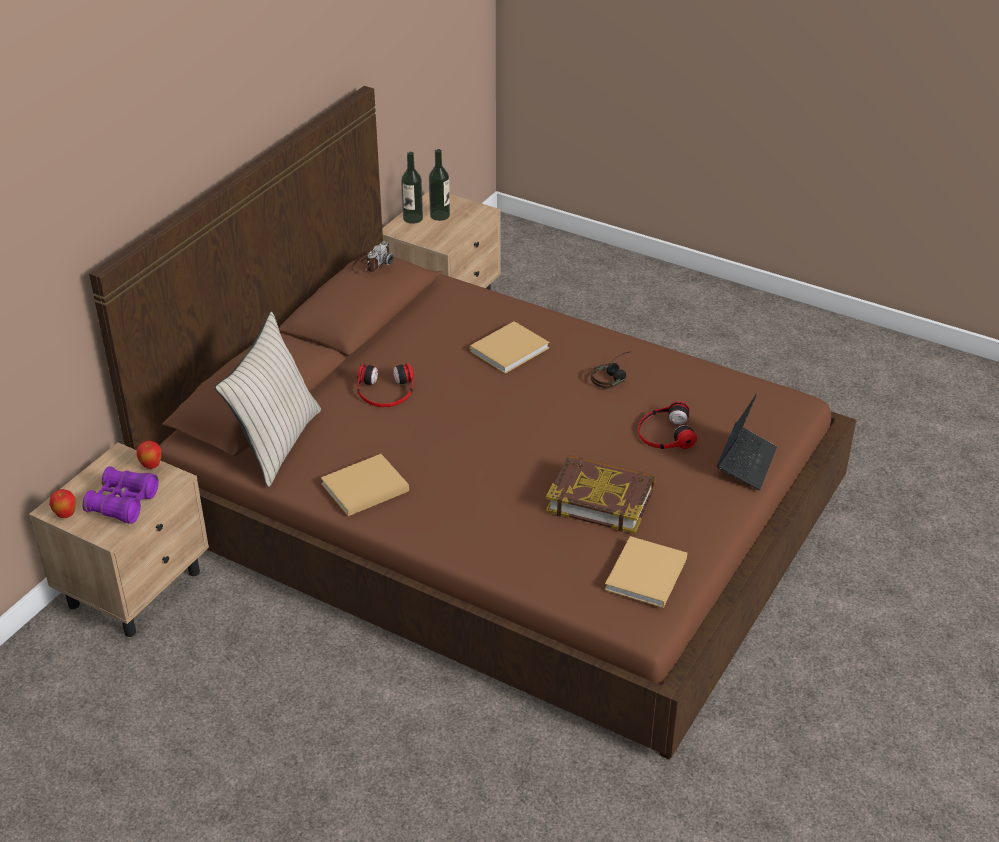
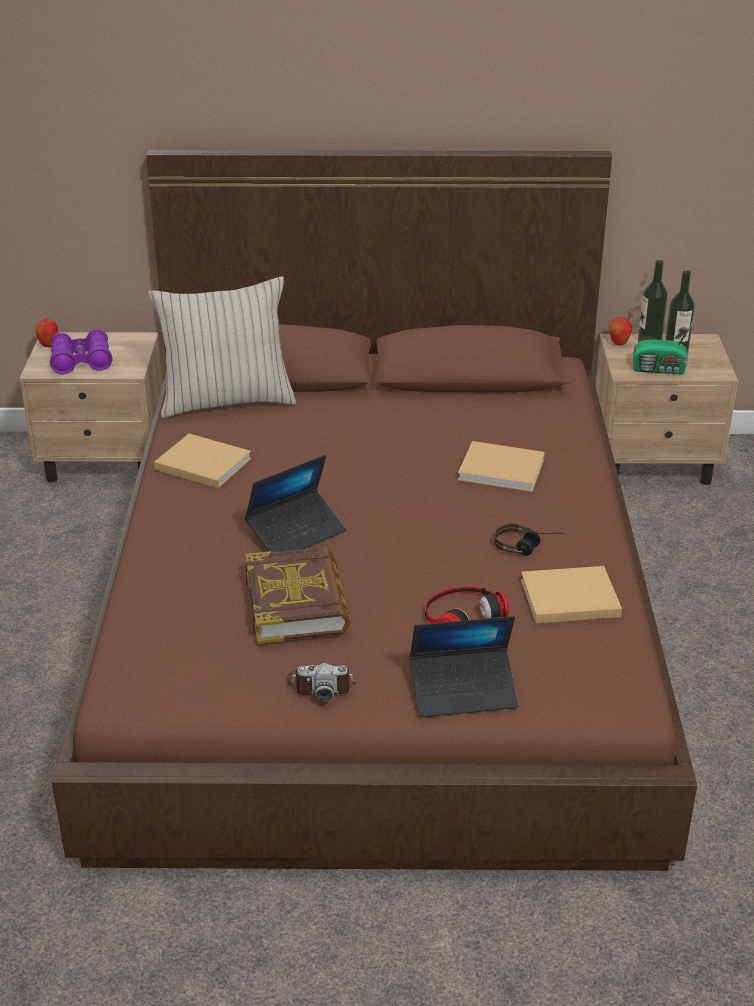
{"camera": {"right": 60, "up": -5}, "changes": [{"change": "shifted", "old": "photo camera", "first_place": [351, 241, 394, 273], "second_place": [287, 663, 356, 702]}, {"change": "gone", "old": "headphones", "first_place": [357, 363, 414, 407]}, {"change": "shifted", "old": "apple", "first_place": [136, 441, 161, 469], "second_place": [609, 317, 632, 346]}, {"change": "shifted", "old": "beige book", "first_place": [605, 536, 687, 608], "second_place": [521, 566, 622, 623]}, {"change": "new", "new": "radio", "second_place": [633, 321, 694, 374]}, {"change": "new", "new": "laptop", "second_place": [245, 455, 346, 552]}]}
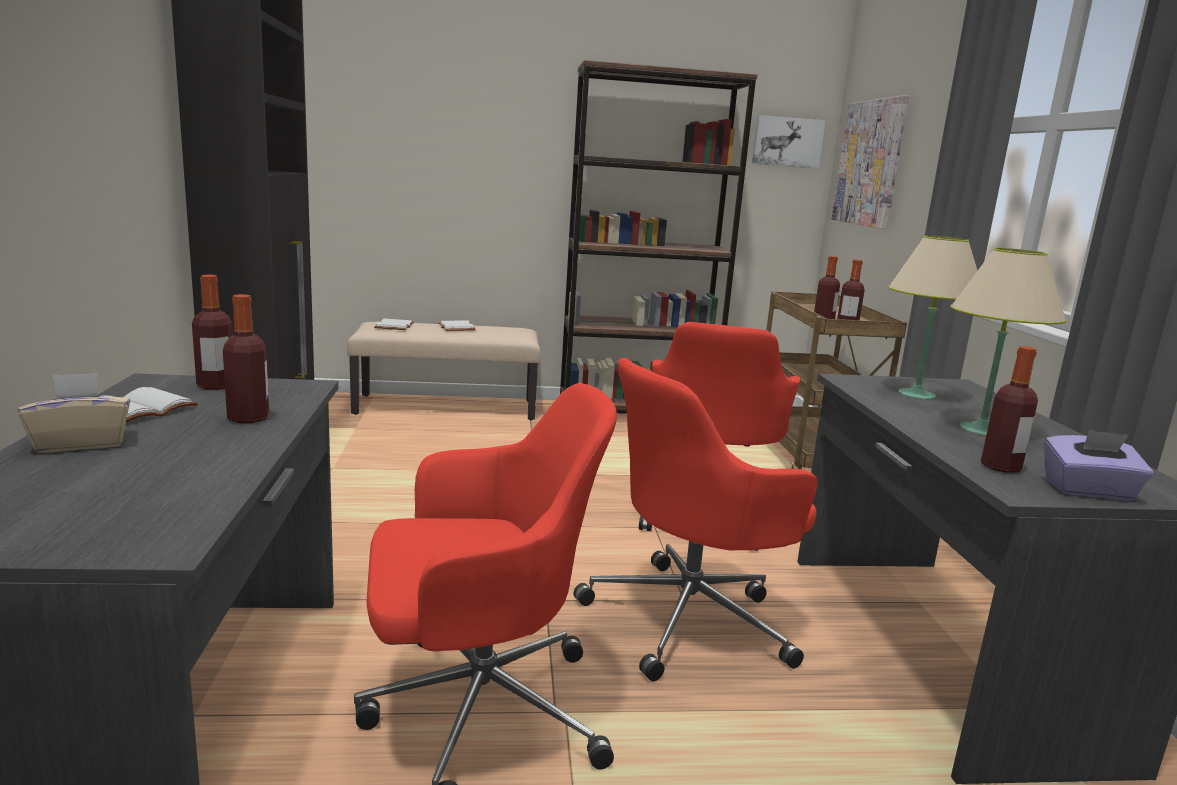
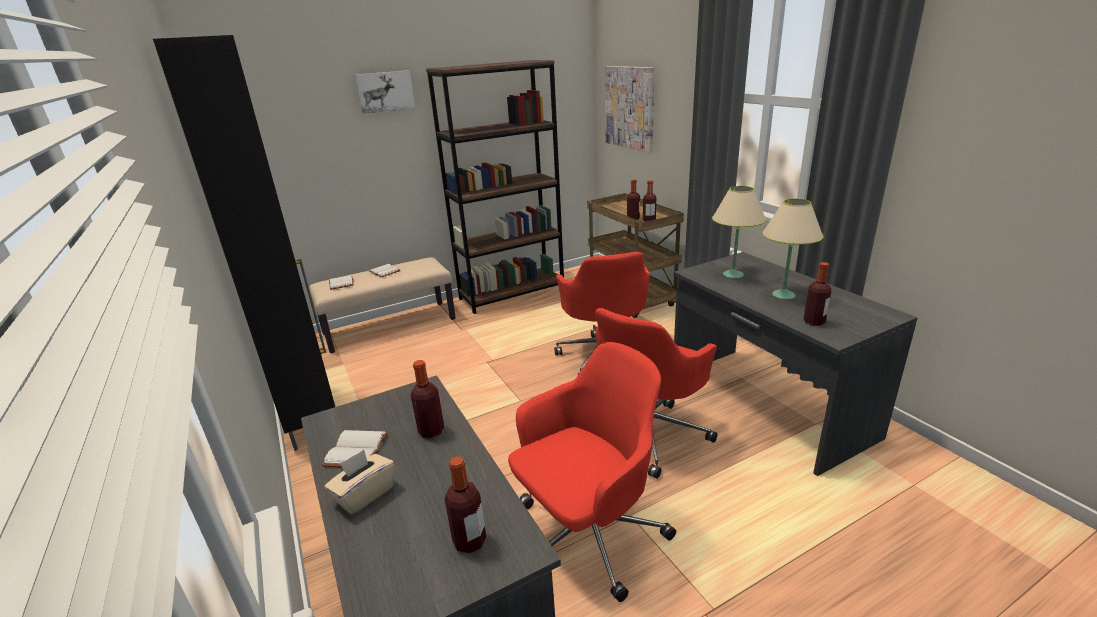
{"camera": {"right": -20, "up": 10}, "changes": [{"change": "shifted", "old": "picture", "first_place": [752, 115, 826, 168], "second_place": [355, 70, 415, 114]}, {"change": "shifted", "old": "bottle", "first_place": [192, 275, 233, 390], "second_place": [445, 456, 486, 554]}, {"change": "gone", "old": "purple tissue box", "first_place": [1044, 430, 1154, 500]}]}
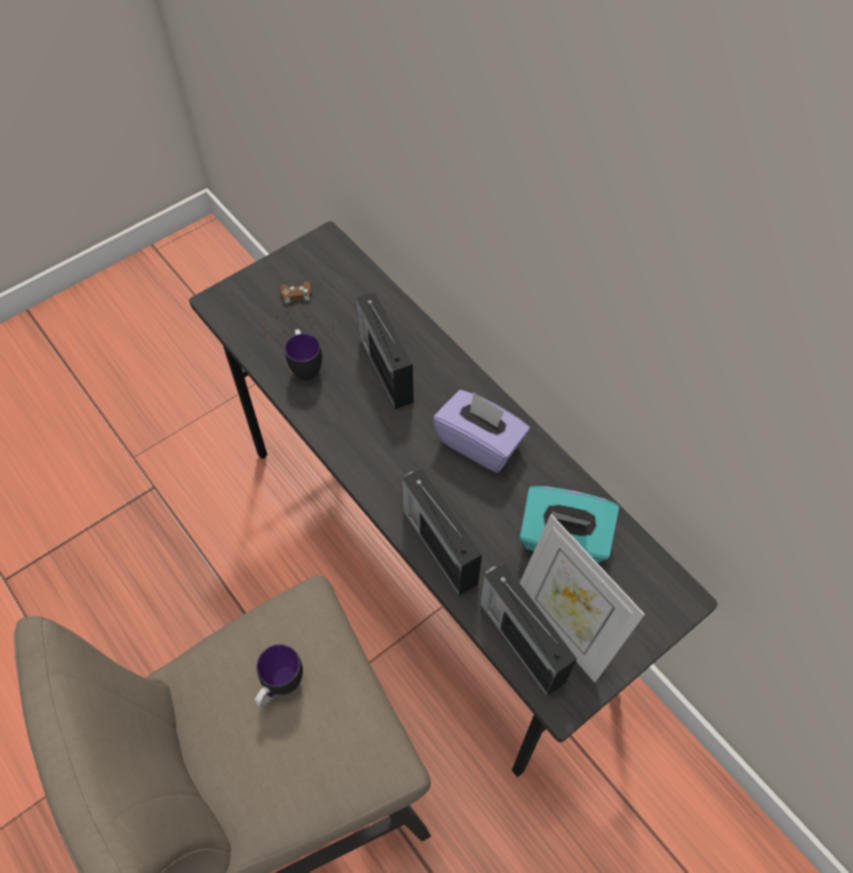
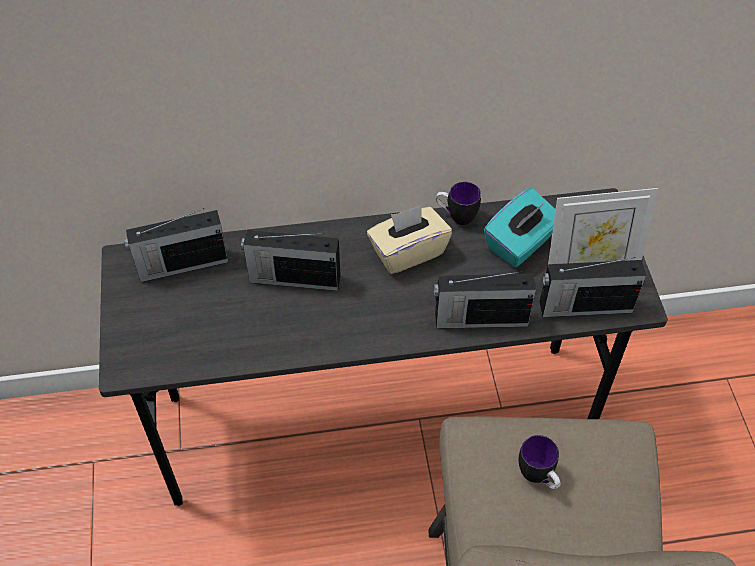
{"camera": {"right": -60, "up": -5}, "changes": [{"change": "gone", "old": "brown game controller", "first_place": [265, 281, 337, 337]}, {"change": "shifted", "old": "mug", "first_place": [285, 329, 322, 381], "second_place": [436, 182, 481, 225]}, {"change": "repainted", "old": "purple tissue box", "new": "beige tissue box", "first_place": [433, 390, 530, 473], "second_place": [367, 205, 452, 274]}, {"change": "new", "new": "radio", "second_place": [124, 208, 228, 282]}]}
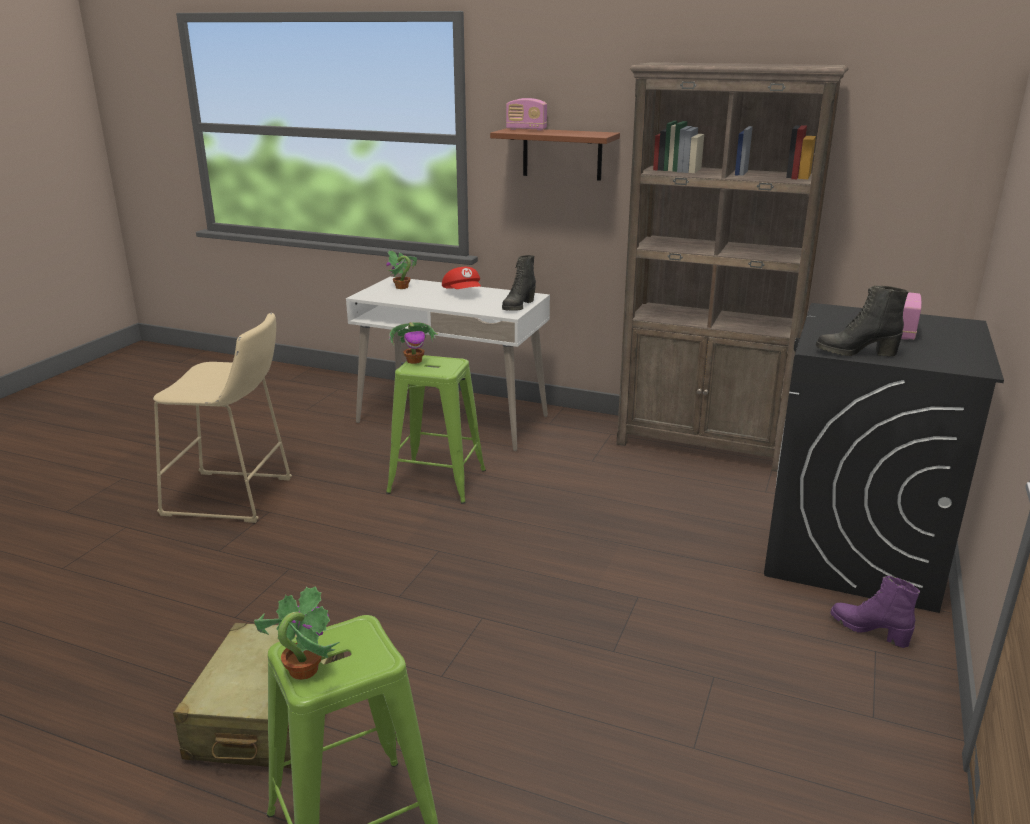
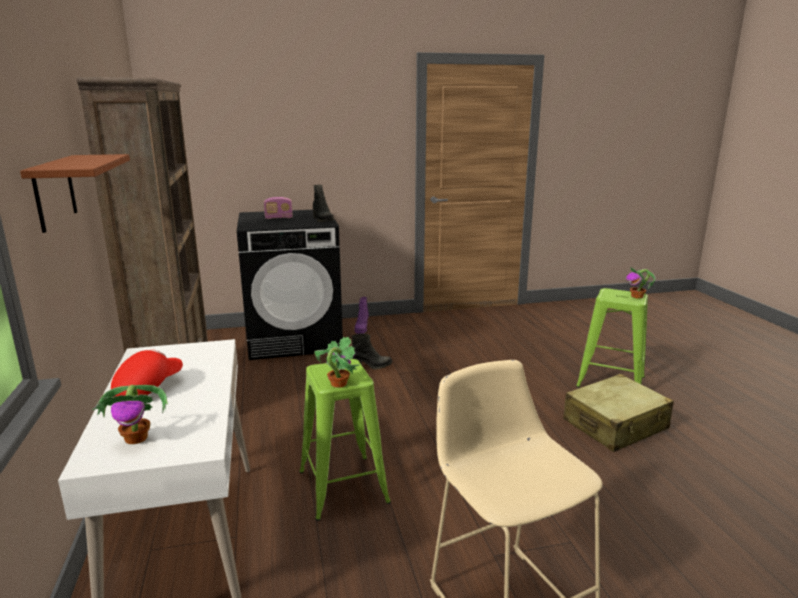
{"camera": {"right": -125, "up": -5}, "changes": [{"change": "gone", "old": "radio", "first_place": [506, 98, 547, 131]}, {"change": "shifted", "old": "black boot", "first_place": [502, 255, 536, 311], "second_place": [351, 333, 392, 370]}]}
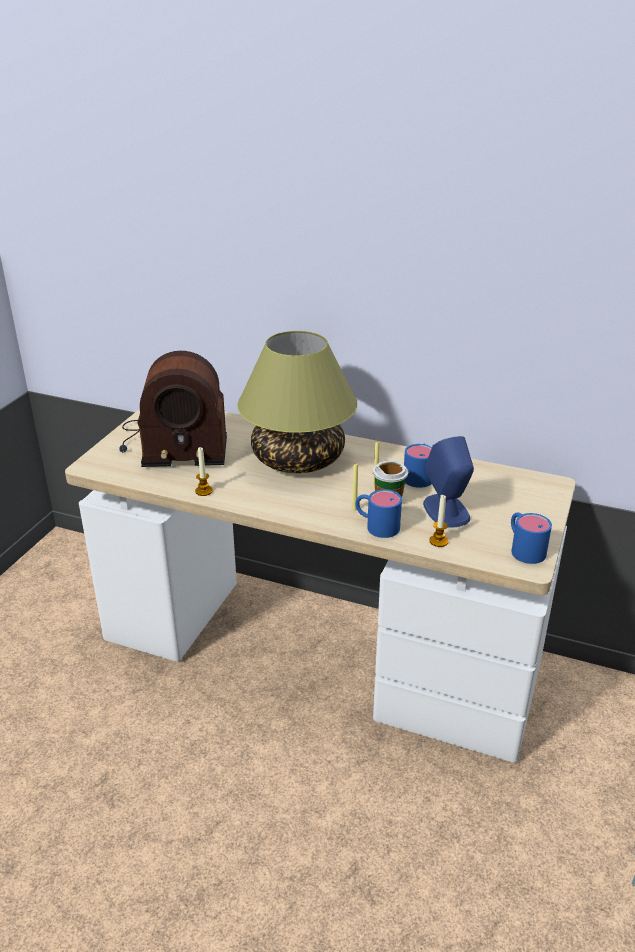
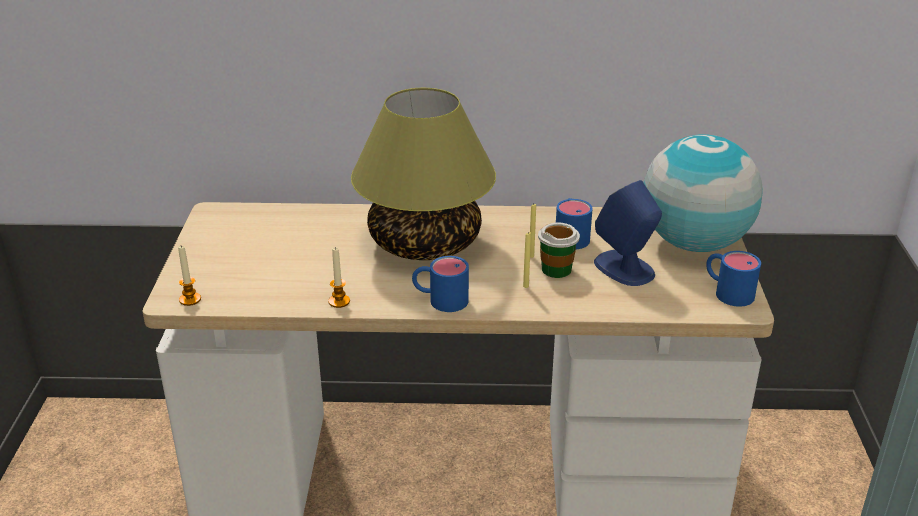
{"camera": {"right": -20, "up": 0}, "changes": [{"change": "gone", "old": "radio", "first_place": [119, 351, 227, 467]}, {"change": "shifted", "old": "blue mug", "first_place": [355, 489, 402, 538], "second_place": [412, 256, 469, 312]}, {"change": "shifted", "old": "candle", "first_place": [429, 494, 449, 547], "second_place": [178, 246, 201, 306]}, {"change": "new", "new": "globe", "second_place": [644, 134, 763, 252]}]}
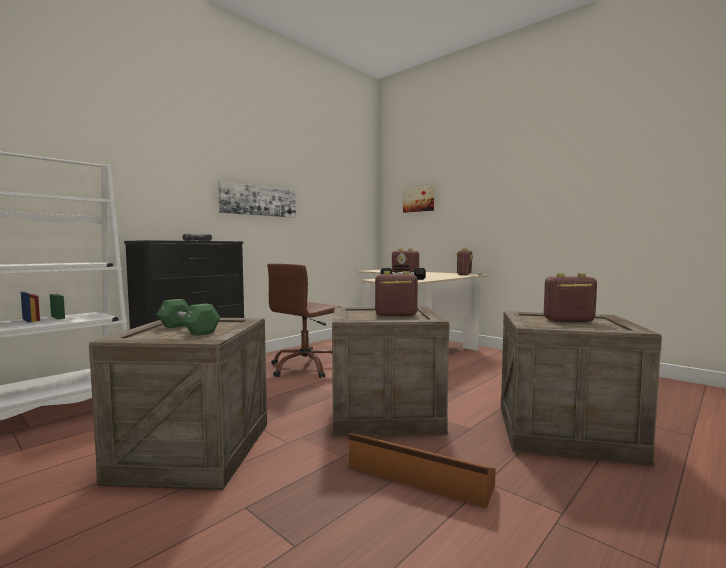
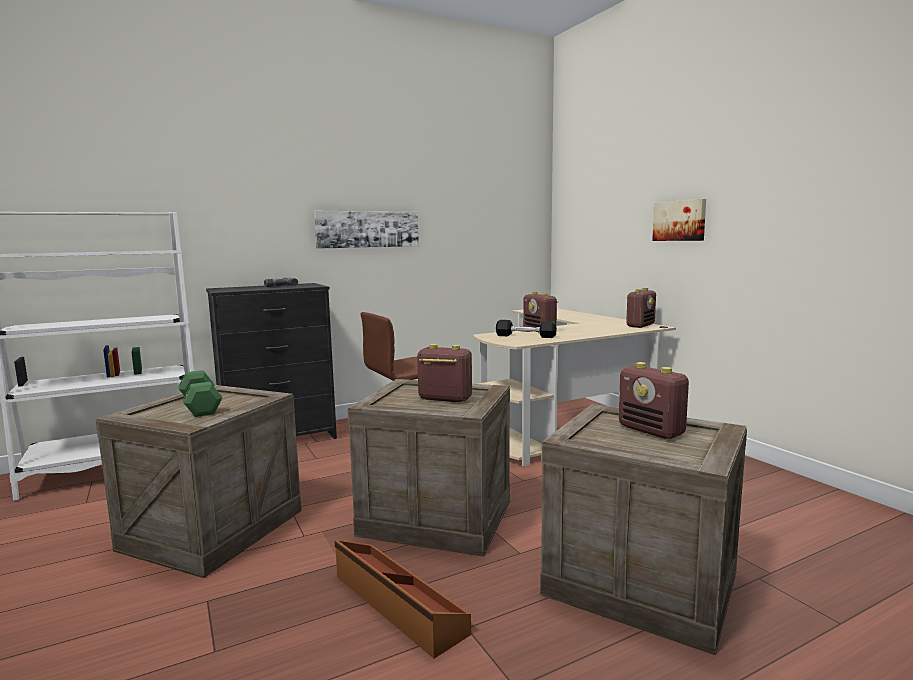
{"camera": {"right": 20, "up": 5}, "changes": [{"change": "shifted", "old": "picture", "first_place": [403, 186, 434, 213], "second_place": [652, 199, 706, 241]}, {"change": "rotated", "old": "radio", "first_place": [544, 273, 597, 322], "second_place": [619, 362, 689, 439], "degrees": -150}]}
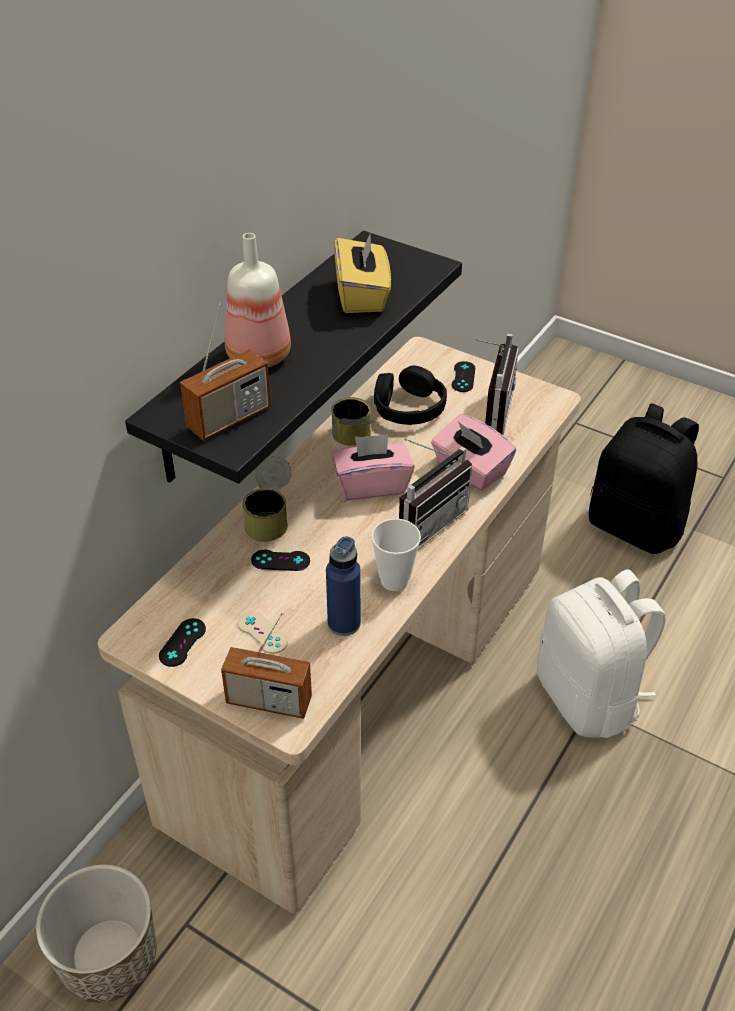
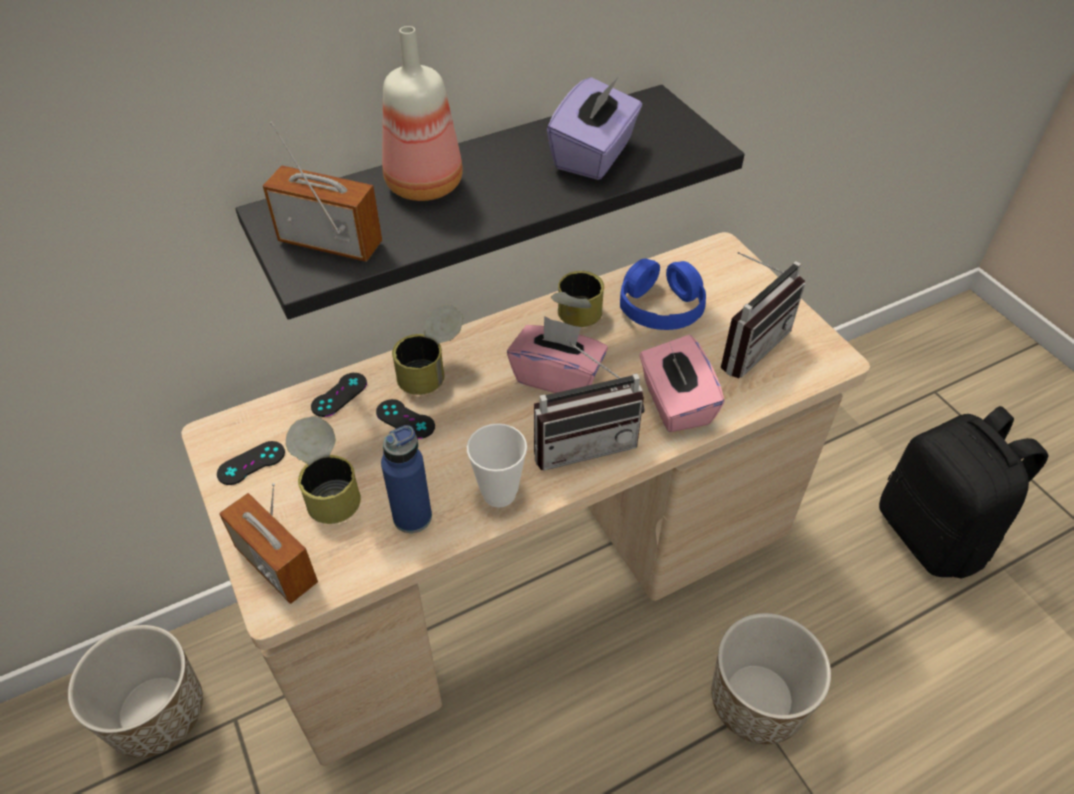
{"camera": {"right": 30, "up": 5}, "changes": [{"change": "repainted", "old": "yellow tissue box", "new": "purple tissue box", "first_place": [334, 231, 391, 313], "second_place": [547, 76, 642, 180]}, {"change": "rotated", "old": "radio", "first_place": [180, 302, 271, 441], "second_place": [263, 122, 382, 262], "degrees": -150}, {"change": "shifted", "old": "black game controller", "first_place": [452, 361, 475, 392], "second_place": [311, 373, 367, 417]}, {"change": "repainted", "old": "black headphones", "new": "blue headphones", "first_place": [374, 366, 447, 425], "second_place": [620, 259, 706, 330]}, {"change": "swapped", "old": "white backpack", "new": "planter", "first_place": [537, 569, 666, 738], "second_place": [711, 613, 831, 744]}, {"change": "swapped", "old": "beige game controller", "new": "can", "first_place": [237, 611, 288, 654], "second_place": [286, 416, 361, 524]}]}
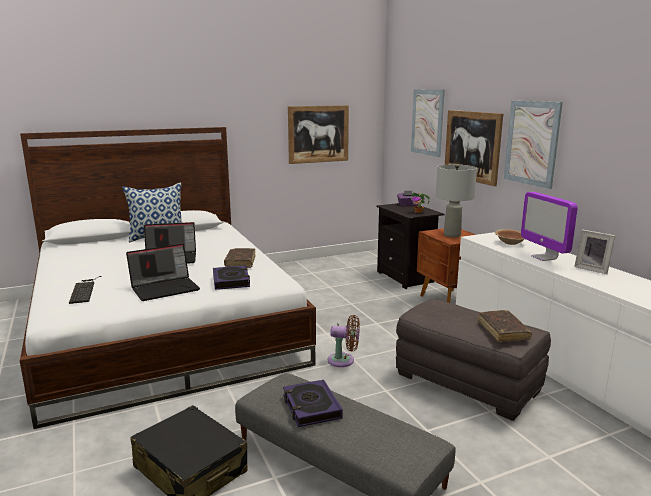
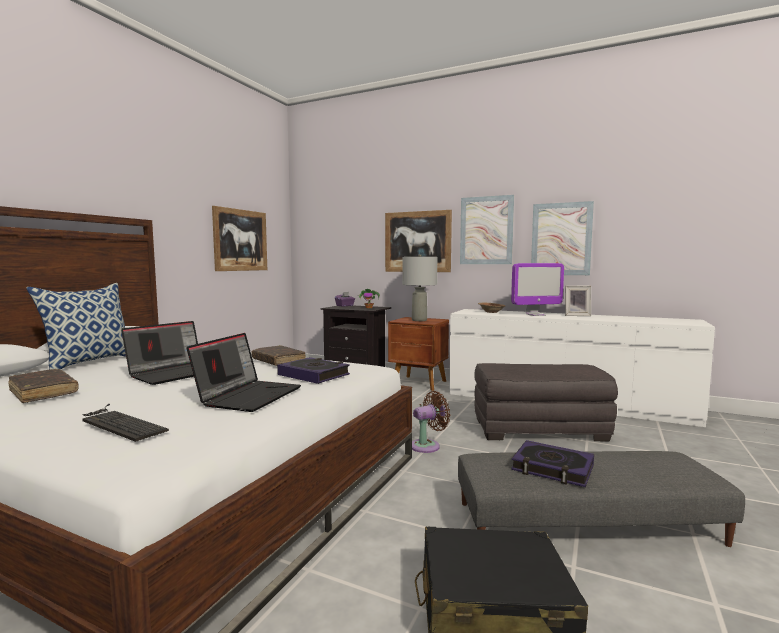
{"camera": {"right": -40, "up": -10}, "changes": [{"change": "shifted", "old": "picture", "first_place": [411, 90, 445, 157], "second_place": [531, 201, 594, 275]}, {"change": "rotated", "old": "monitor", "first_place": [521, 192, 578, 261], "second_place": [511, 263, 564, 316], "degrees": -45}, {"change": "shifted", "old": "brown book", "first_place": [478, 310, 532, 343], "second_place": [8, 369, 79, 403]}]}
